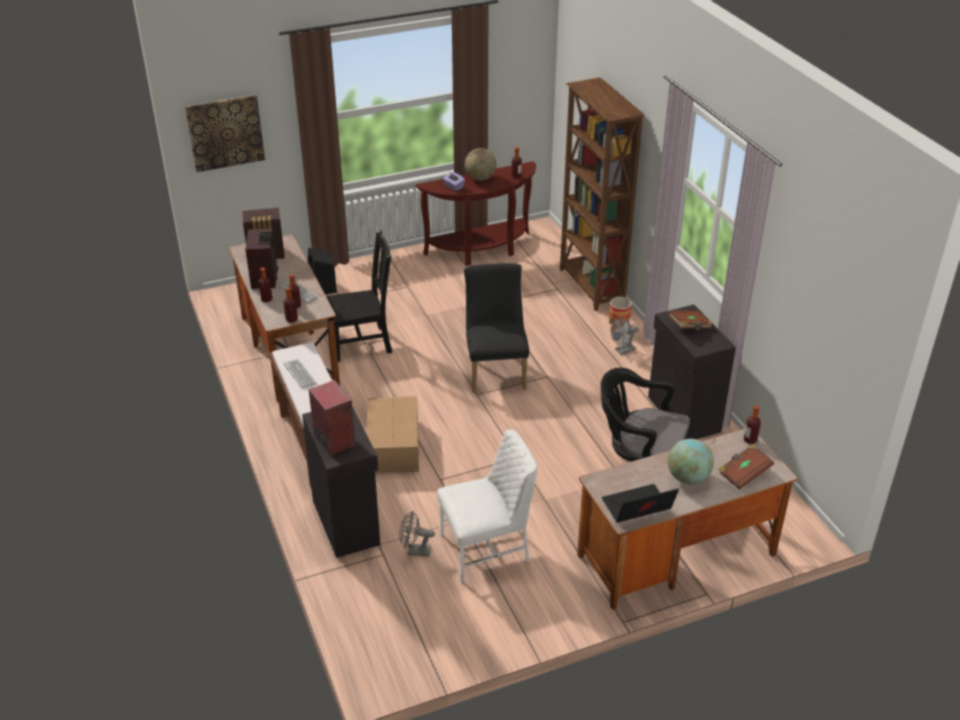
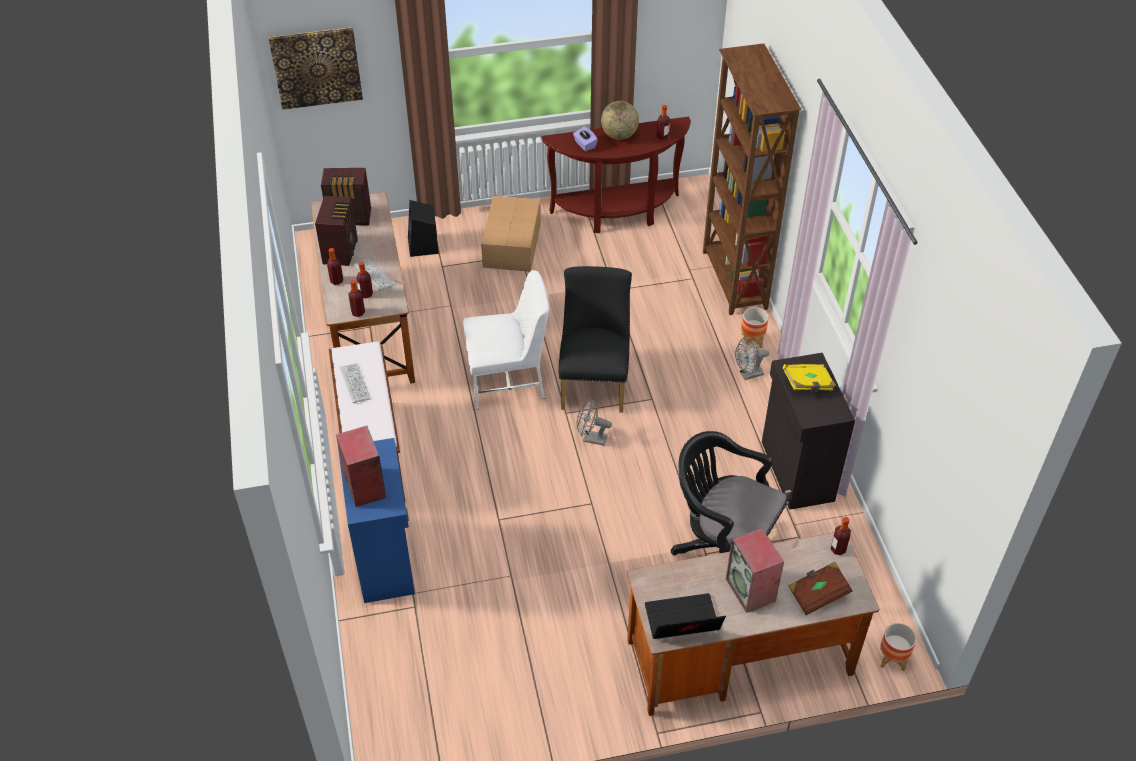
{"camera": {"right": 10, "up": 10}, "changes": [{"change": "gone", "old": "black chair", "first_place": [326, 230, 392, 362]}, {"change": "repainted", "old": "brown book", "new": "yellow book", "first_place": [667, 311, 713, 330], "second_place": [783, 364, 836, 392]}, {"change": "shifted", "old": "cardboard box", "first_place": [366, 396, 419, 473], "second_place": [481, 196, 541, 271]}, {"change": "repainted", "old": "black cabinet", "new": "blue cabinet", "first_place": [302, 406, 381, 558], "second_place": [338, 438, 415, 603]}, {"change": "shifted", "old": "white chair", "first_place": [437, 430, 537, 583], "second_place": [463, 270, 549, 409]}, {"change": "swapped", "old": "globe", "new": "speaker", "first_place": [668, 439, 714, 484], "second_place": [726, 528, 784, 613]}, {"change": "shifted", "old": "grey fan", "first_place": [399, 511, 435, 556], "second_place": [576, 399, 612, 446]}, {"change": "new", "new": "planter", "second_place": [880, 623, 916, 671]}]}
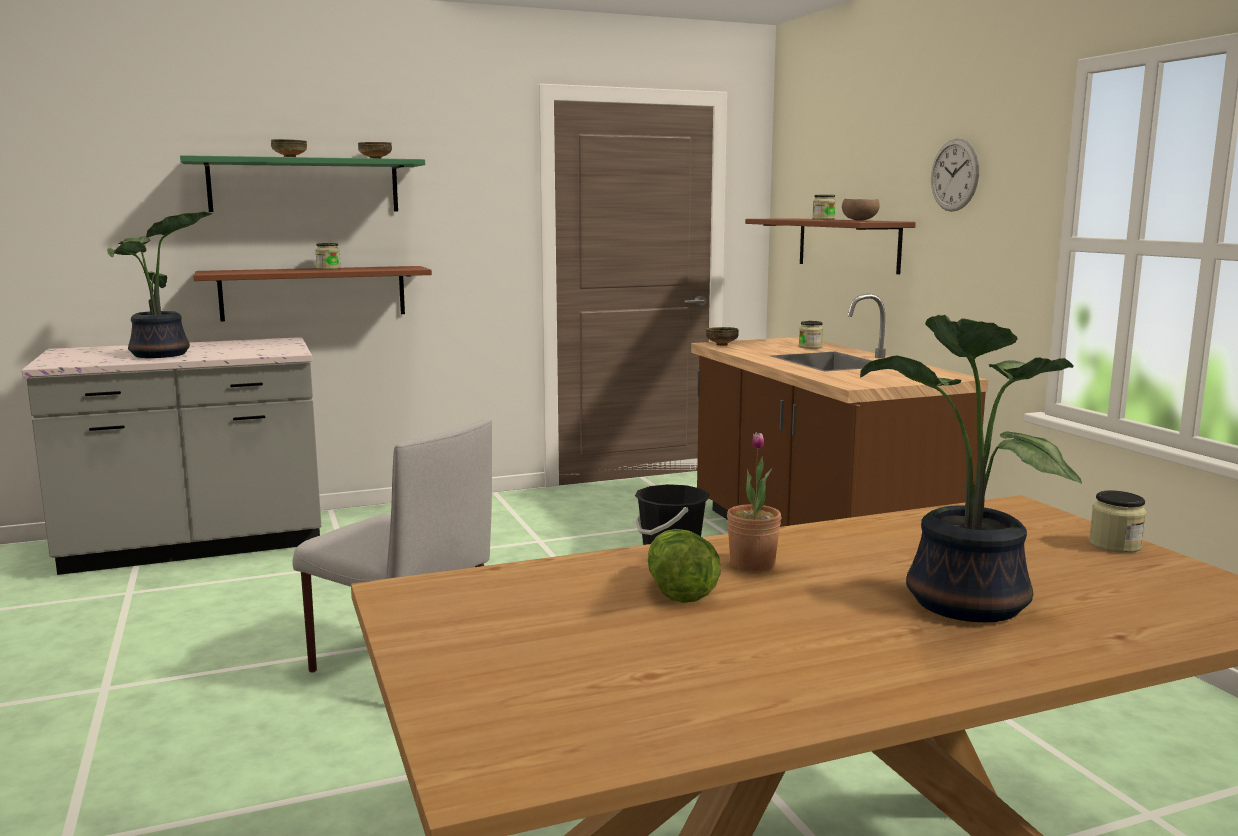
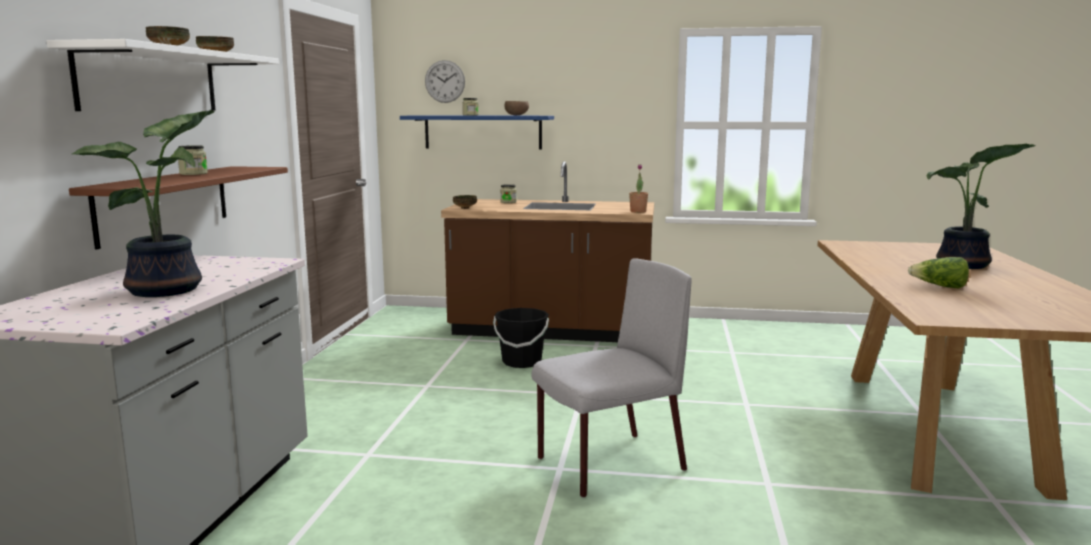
{"camera": {"right": -60, "up": 0}, "changes": [{"change": "shifted", "old": "wall clock", "first_place": [931, 138, 979, 212], "second_place": [425, 60, 465, 103]}, {"change": "repainted", "old": "green shelf", "new": "white shelf", "first_place": [180, 155, 425, 212], "second_place": [47, 39, 279, 111]}, {"change": "repainted", "old": "brown shelf", "new": "blue shelf", "first_place": [745, 218, 916, 274], "second_place": [400, 115, 554, 150]}, {"change": "shifted", "old": "potted plant", "first_place": [727, 432, 781, 571], "second_place": [629, 164, 648, 213]}, {"change": "gone", "old": "jar", "first_place": [1089, 491, 1147, 553]}]}
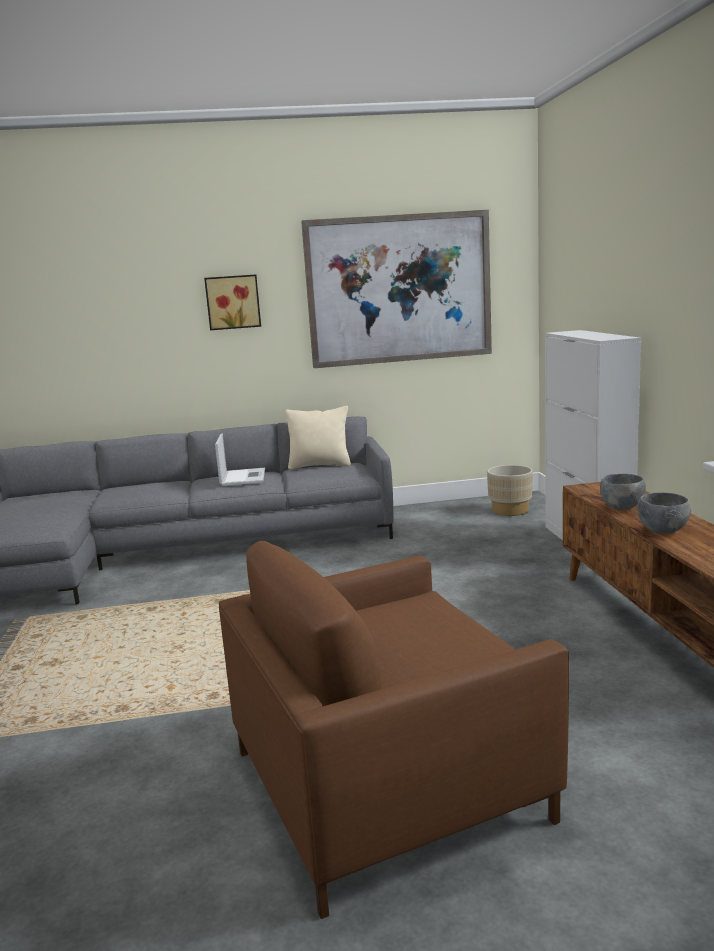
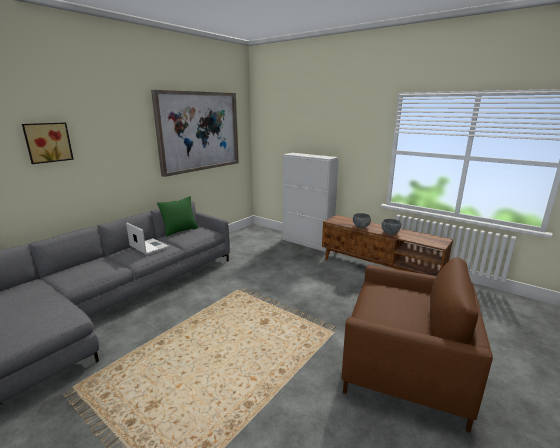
{"camera": {"right": -45, "up": 5}, "changes": [{"change": "shifted", "old": "picture", "first_place": [204, 274, 261, 330], "second_place": [22, 123, 74, 164]}, {"change": "repainted", "old": "beige pillow", "new": "green pillow", "first_place": [285, 406, 351, 470], "second_place": [157, 196, 198, 237]}, {"change": "gone", "old": "beige planter", "first_place": [487, 465, 533, 516]}, {"change": "rotated", "old": "brown armchair", "first_place": [219, 541, 569, 919], "second_place": [341, 257, 493, 433], "degrees": -90}]}
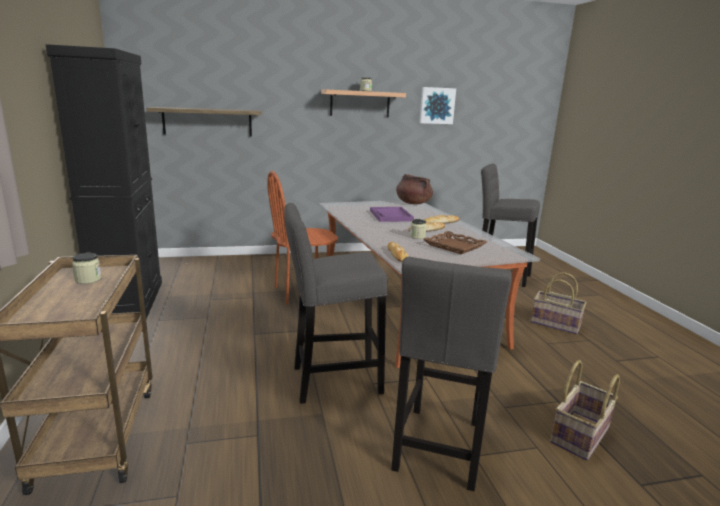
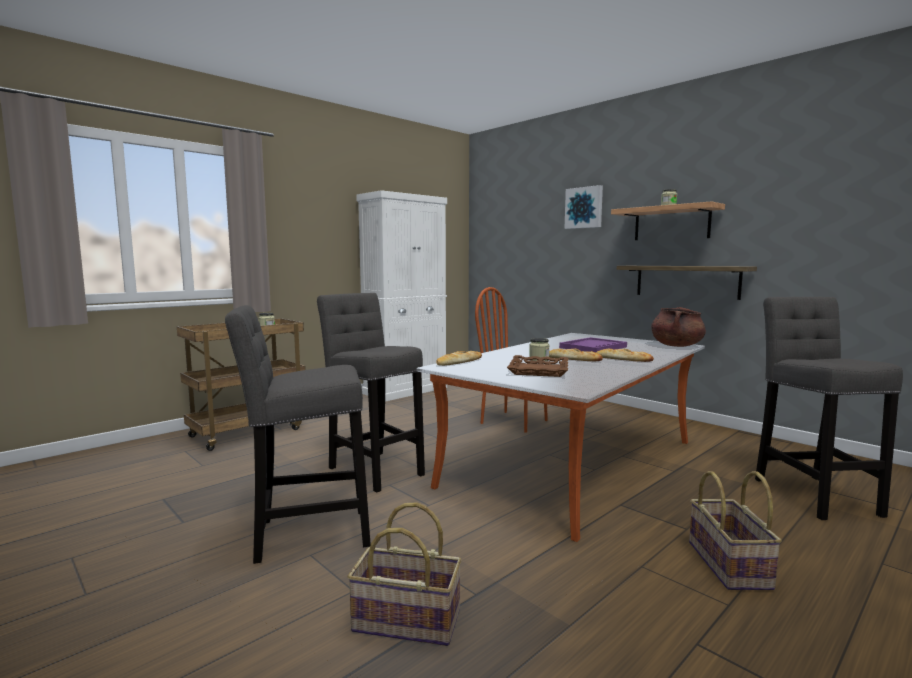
{"camera": {"right": 60, "up": -10}, "changes": [{"change": "repainted", "old": "black cabinet", "new": "white cabinet", "first_place": [45, 44, 162, 319], "second_place": [356, 190, 447, 402]}, {"change": "shifted", "old": "picture", "first_place": [419, 87, 456, 124], "second_place": [564, 185, 603, 229]}, {"change": "shifted", "old": "shelf", "first_place": [146, 107, 262, 136], "second_place": [617, 266, 757, 300]}]}
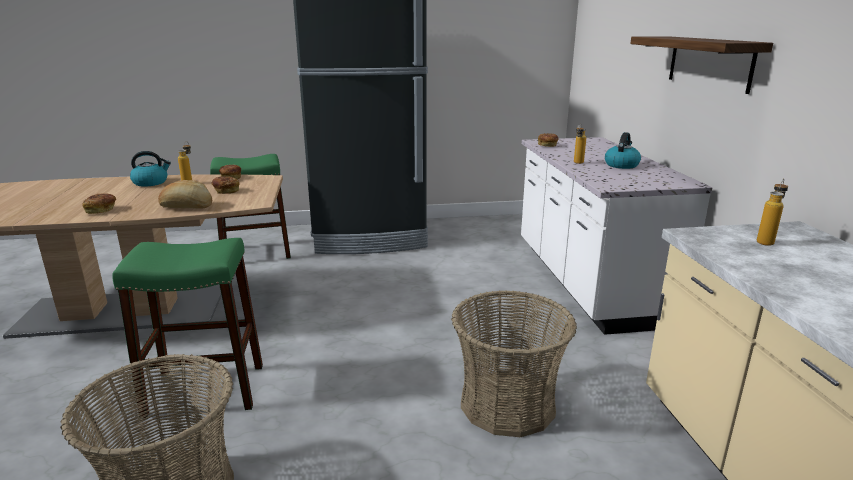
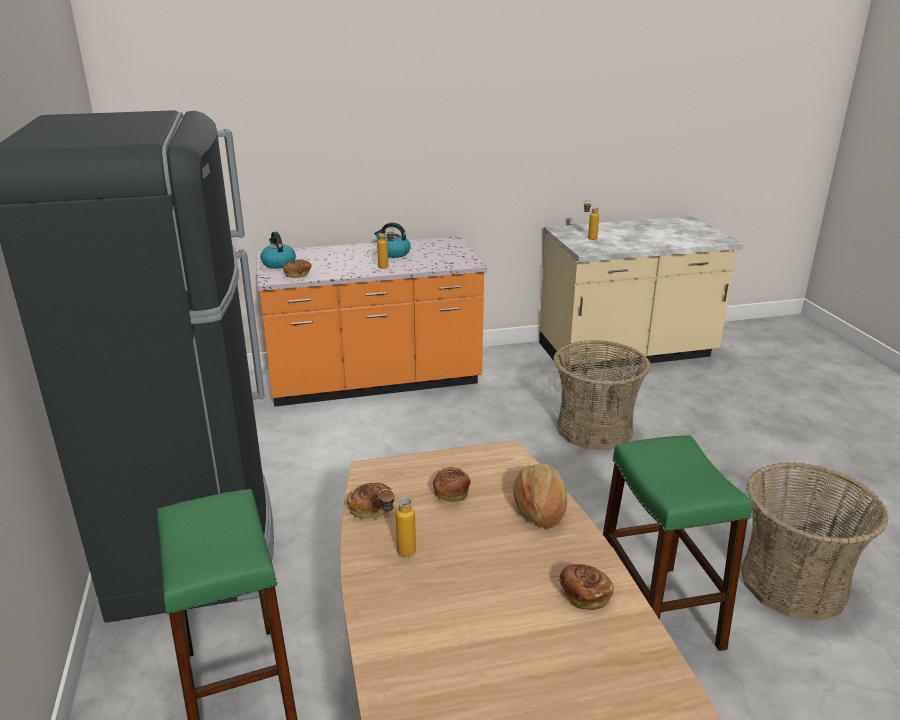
{"camera": {"right": -95, "up": 5}, "changes": [{"change": "gone", "old": "shelf", "first_place": [630, 36, 773, 94]}, {"change": "repainted", "old": "white counter", "new": "orange counter", "first_place": [521, 137, 713, 335], "second_place": [256, 236, 487, 407]}, {"change": "shifted", "old": "kettle", "first_place": [130, 151, 171, 187], "second_place": [261, 232, 296, 269]}]}
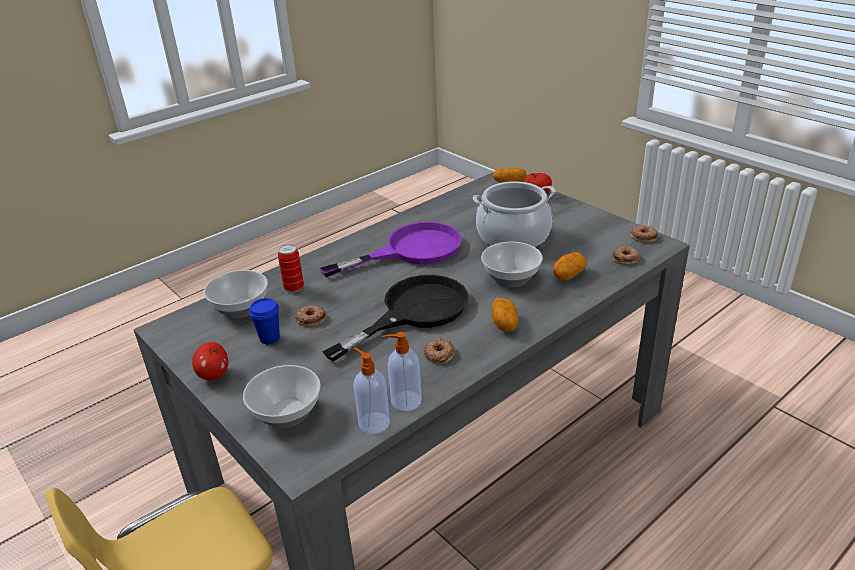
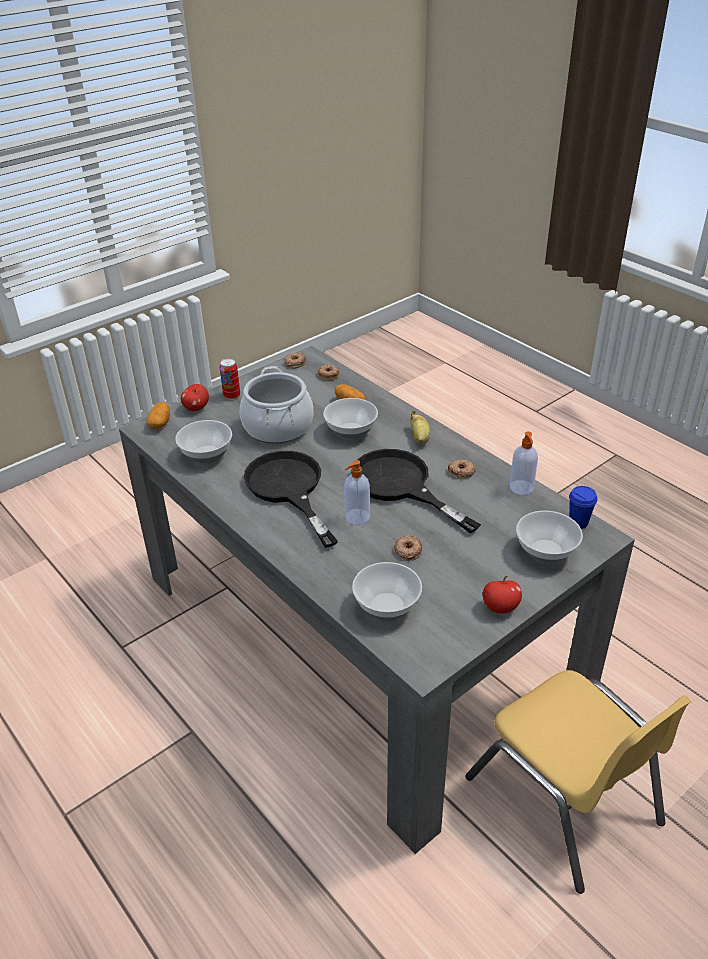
{"camera": {"right": -90, "up": 5}, "changes": [{"change": "repainted", "old": "purple frying pan", "new": "black frying pan", "first_place": [320, 222, 462, 277], "second_place": [244, 451, 338, 548]}, {"change": "shifted", "old": "can", "first_place": [278, 244, 304, 293], "second_place": [220, 358, 240, 399]}, {"change": "shifted", "old": "blue cup", "first_place": [249, 298, 280, 344], "second_place": [569, 486, 597, 529]}, {"change": "swapped", "old": "potato", "new": "banana", "first_place": [492, 298, 518, 332], "second_place": [410, 411, 430, 444]}, {"change": "shifted", "old": "soap dispenser", "first_place": [353, 347, 390, 434], "second_place": [344, 460, 370, 525]}, {"change": "new", "new": "bowl", "second_place": [175, 420, 232, 464]}]}
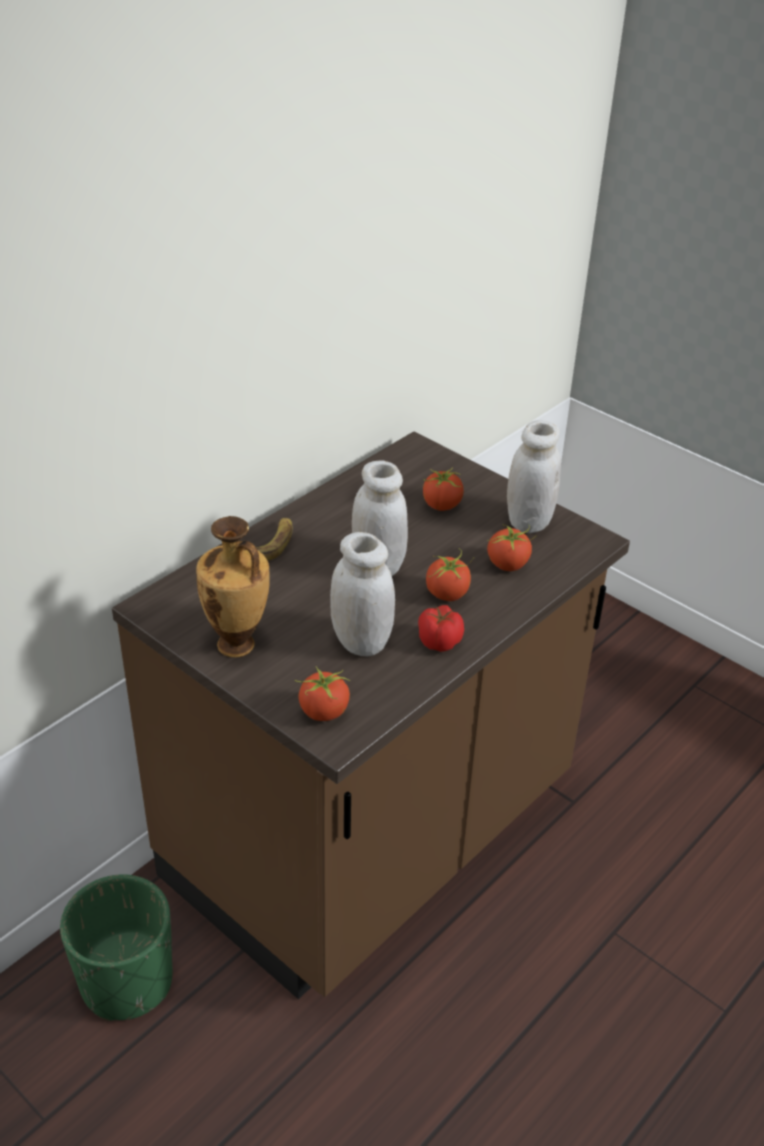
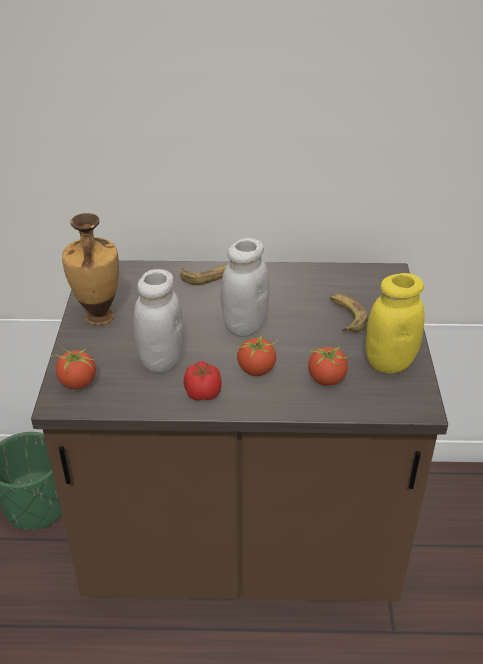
{"camera": {"right": 50, "up": 0}, "changes": [{"change": "repainted", "old": "white jar", "new": "yellow jar", "first_place": [507, 420, 561, 533], "second_place": [366, 273, 425, 374]}, {"change": "swapped", "old": "tomato", "new": "banana", "first_place": [423, 467, 464, 511], "second_place": [330, 294, 368, 332]}]}
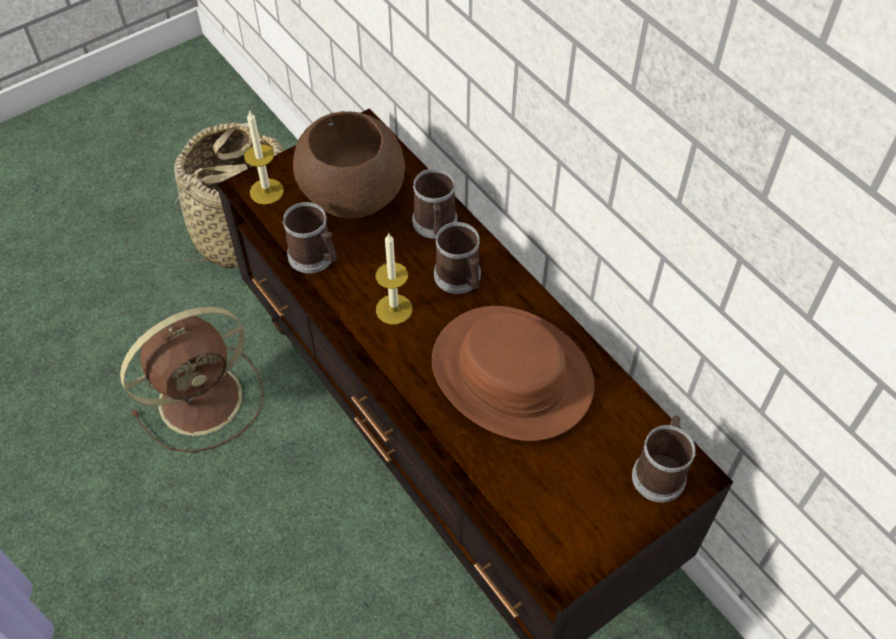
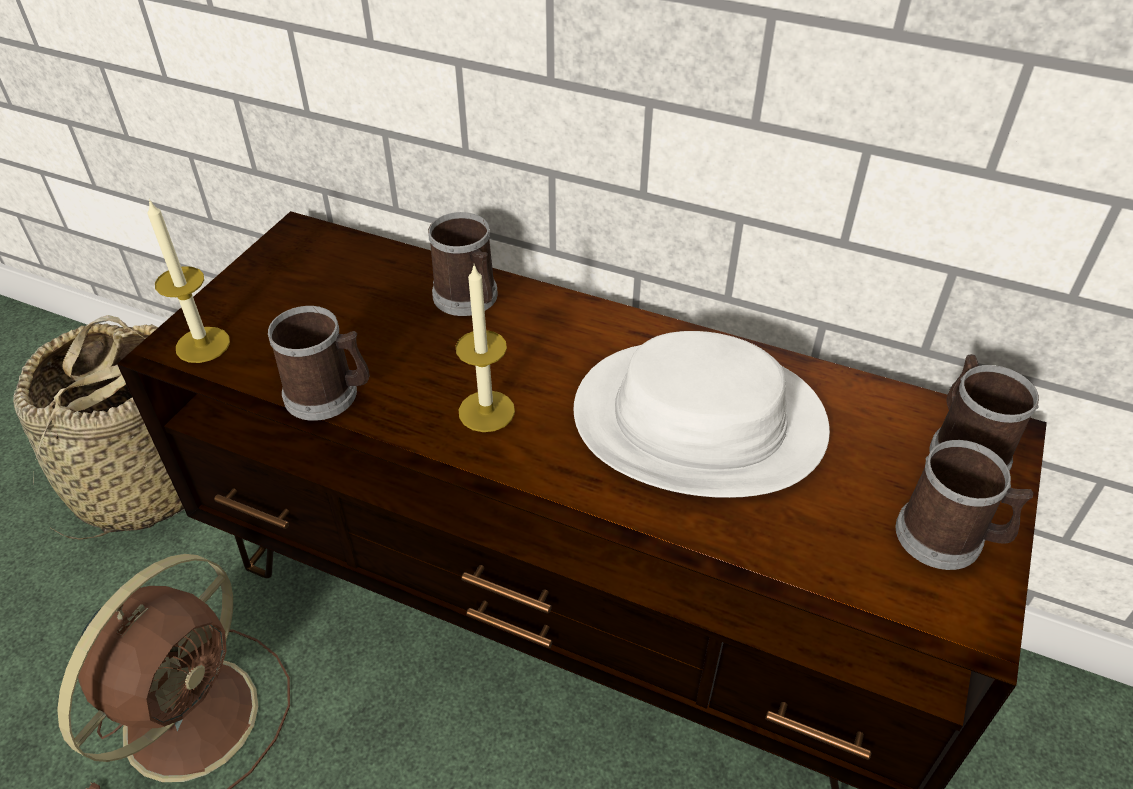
{"camera": {"right": -30, "up": -10}, "changes": [{"change": "gone", "old": "brown bowl", "first_place": [293, 111, 405, 219]}, {"change": "shifted", "old": "mug", "first_place": [434, 222, 481, 294], "second_place": [895, 440, 1033, 570]}, {"change": "repainted", "old": "brown hat", "new": "white hat", "first_place": [432, 306, 594, 441], "second_place": [573, 331, 830, 498]}]}
